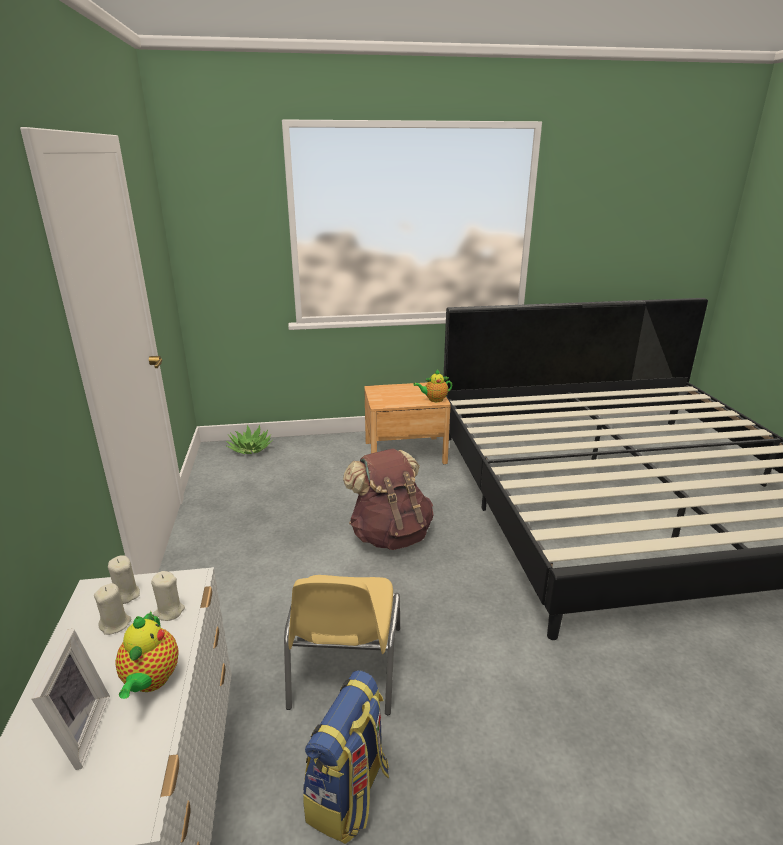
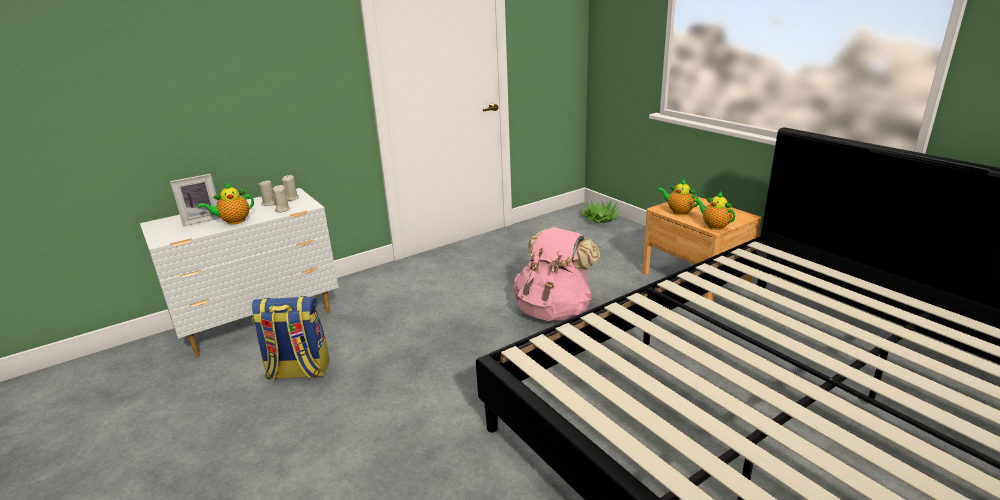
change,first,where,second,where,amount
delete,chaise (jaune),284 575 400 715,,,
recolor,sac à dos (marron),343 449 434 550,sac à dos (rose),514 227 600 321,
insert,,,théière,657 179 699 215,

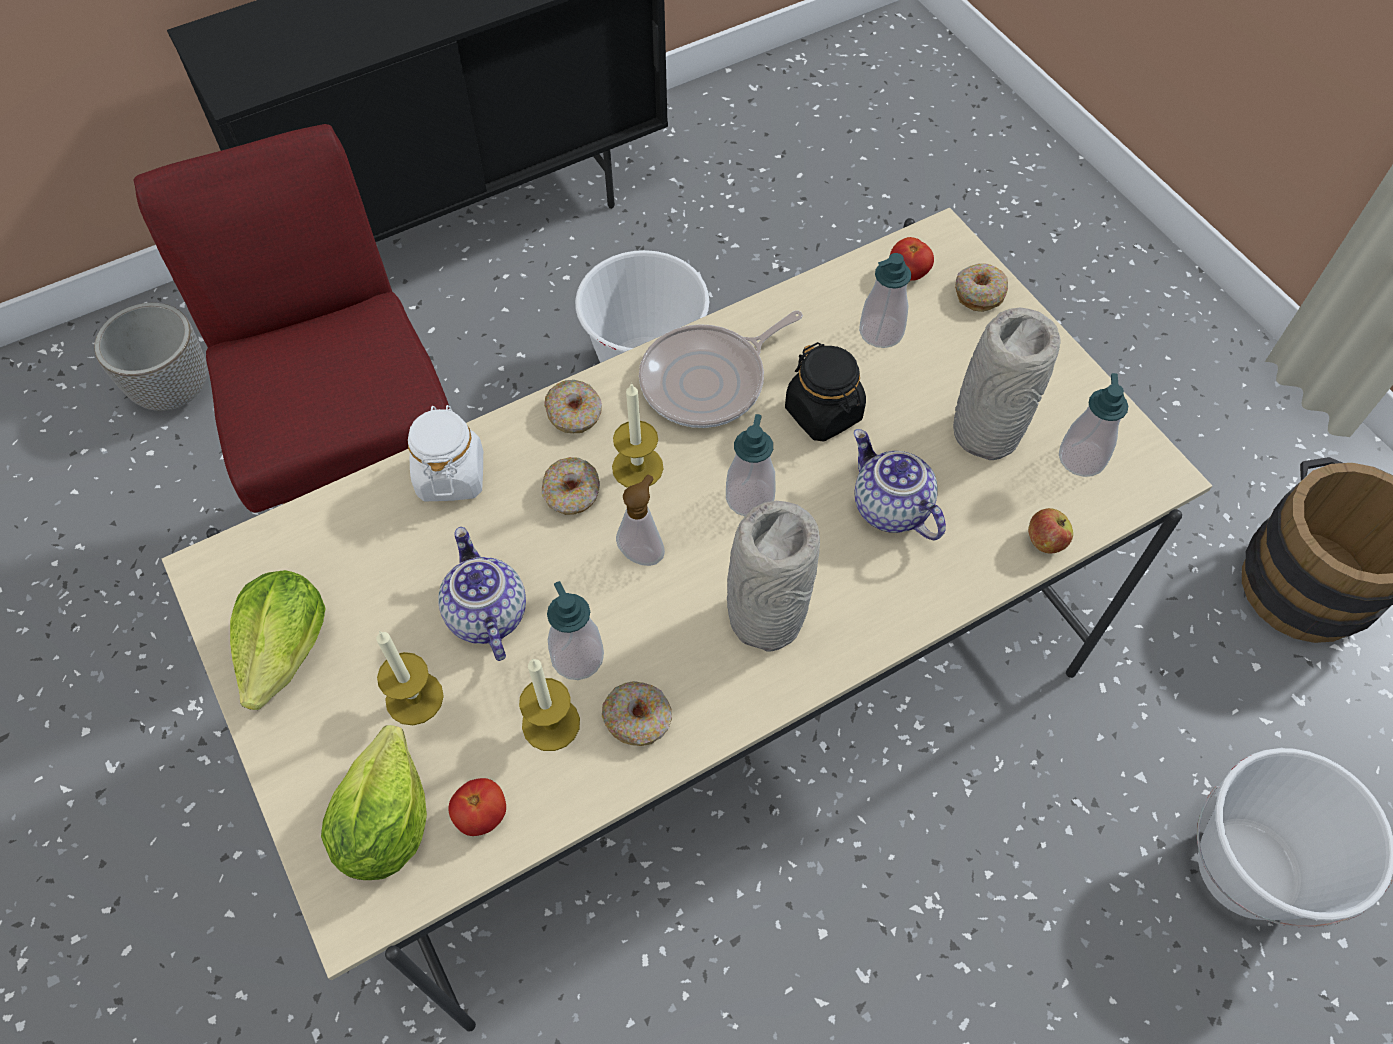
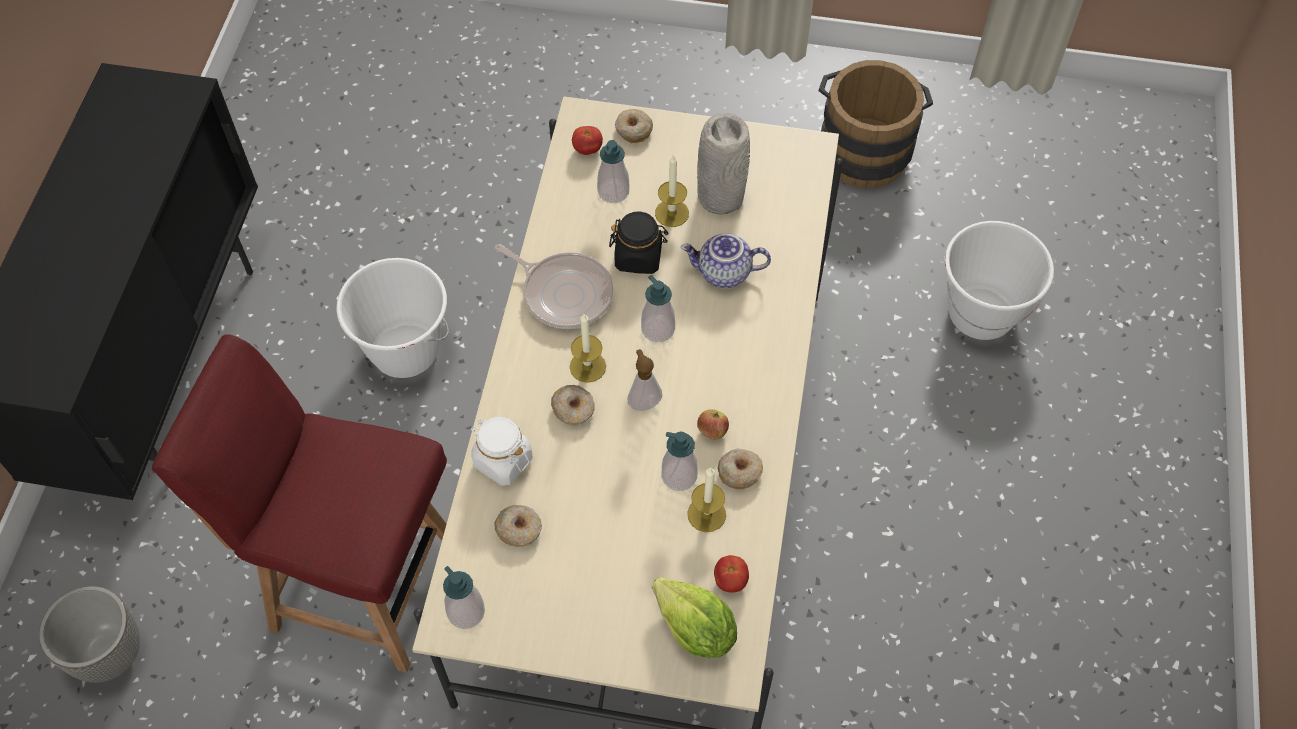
change,first,where,second,where,amount
delete,laitue,230 570 326 710,,,
move,bougie,376 631 444 725,,655 154 689 227,
delete,théière,438 527 526 661,,,
move,beignet,544 380 602 433,,494 505 542 547,
rotate,poêle,639 311 803 428,,494 244 613 329,60 degrees counterclockwise
delete,vase (gris),727 501 820 652,,,
move,pomme,1028 508 1073 554,,697 409 729 440,
move,distributeur de savon,1059 373 1128 477,,443 566 485 629,

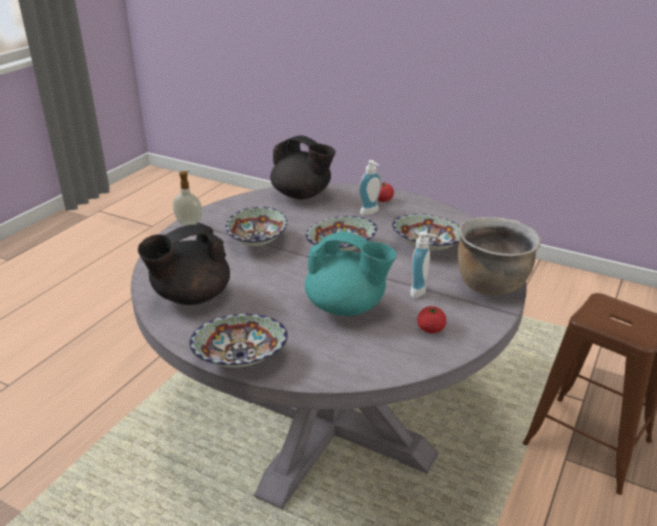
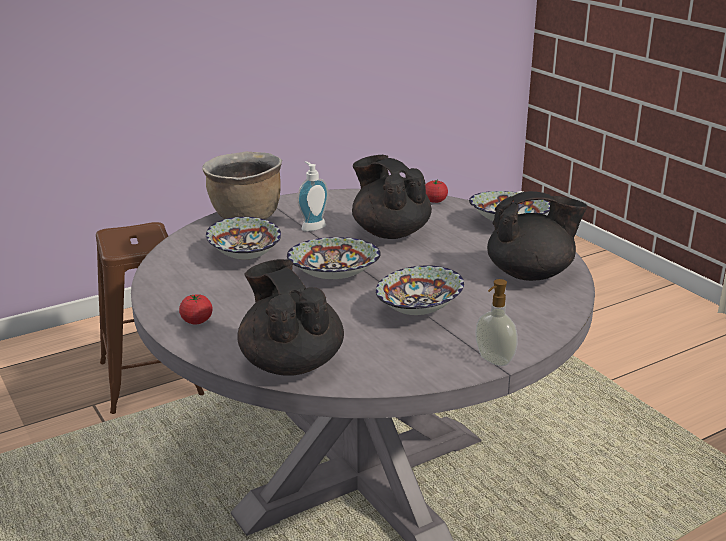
change,first,where,second,where,amount
recolor,théière (turquoise),305 232 396 316,théière (noir),352 155 432 239,
delete,distributeur de savon,359 160 382 215,,,
move,tomate,417 306 447 334,,425 179 448 203,

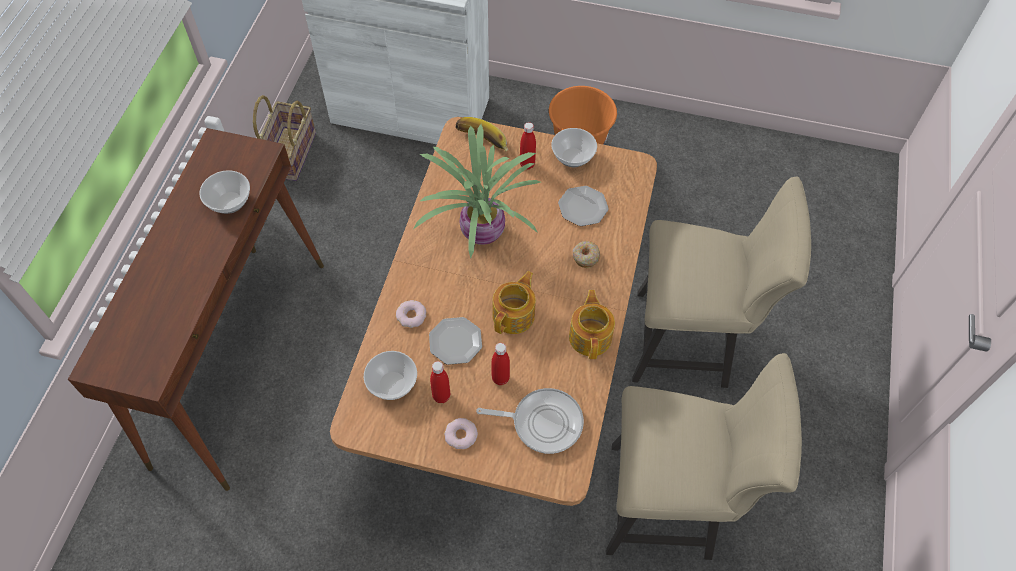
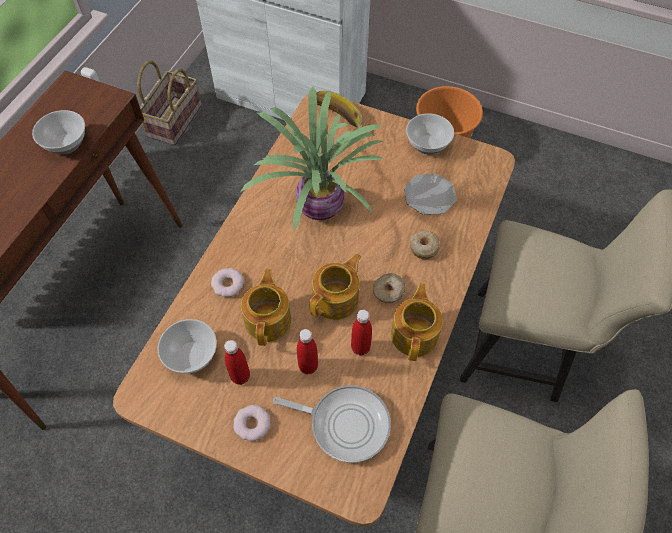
change,first,where,second,where,amount
replace,assiette,429 317 482 365,théière,241 269 291 346,
move,bouteille (rouge),520 122 536 169,,351 309 372 356,
insert,,,beignet,373 273 406 303,

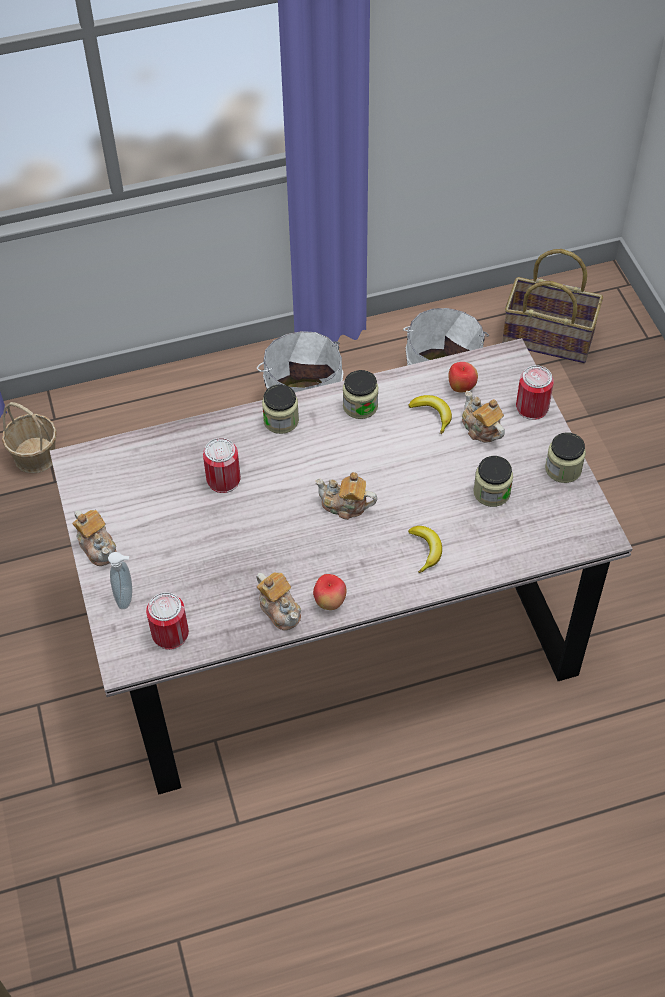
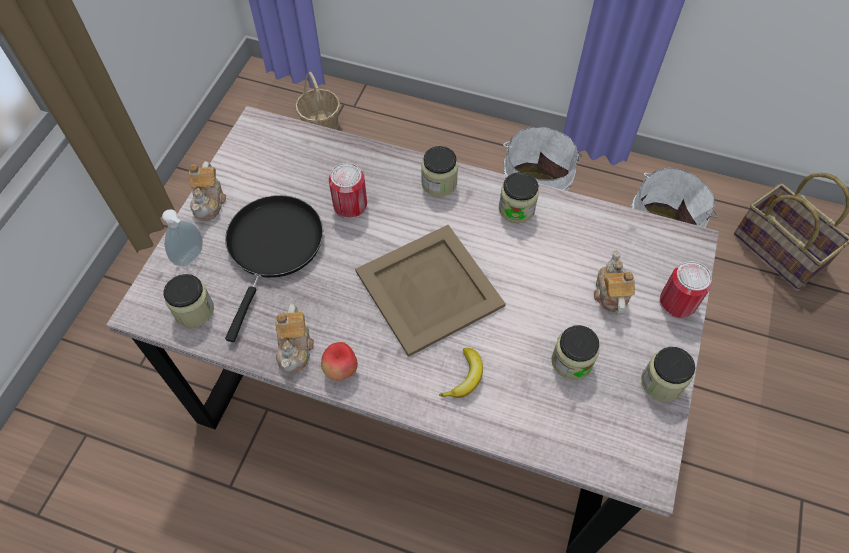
change,first,where,second,where,amount
replace,boîte métallique,146 592 189 650,bocal,164 274 214 328,
replace,théière,315 472 377 520,plateau (beige),355 225 506 357,
delete,banane,409 395 452 434,,,
delete,pomme,448 362 478 392,,,
insert,,,poêle (noir),225 195 323 342,

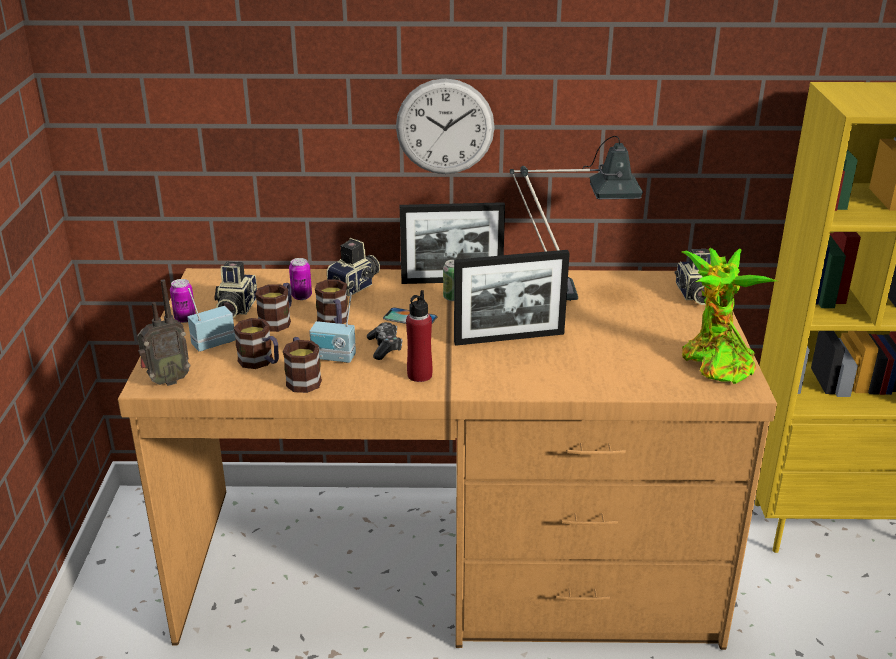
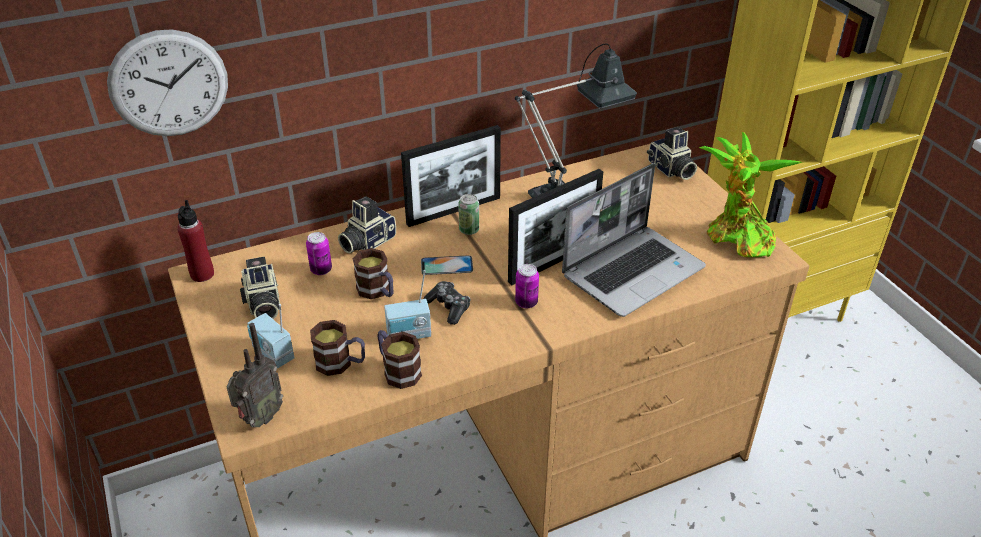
change,first,where,second,where,amount
move,boîte métallique,170 279 196 323,,515 264 539 308,
rotate,radio,188 288 236 351,,247 304 295 368,75 degrees counterclockwise
delete,mug,255 283 292 332,,,
rotate,appareil photo,327 238 380 296,,338 196 396 253,150 degrees counterclockwise
move,horloge murale,396 78 495 174,,107 29 228 136,
move,bouteille (rouge),406 290 432 382,,177 200 214 282,
insert,,,ordinateur portable,562 163 706 317,

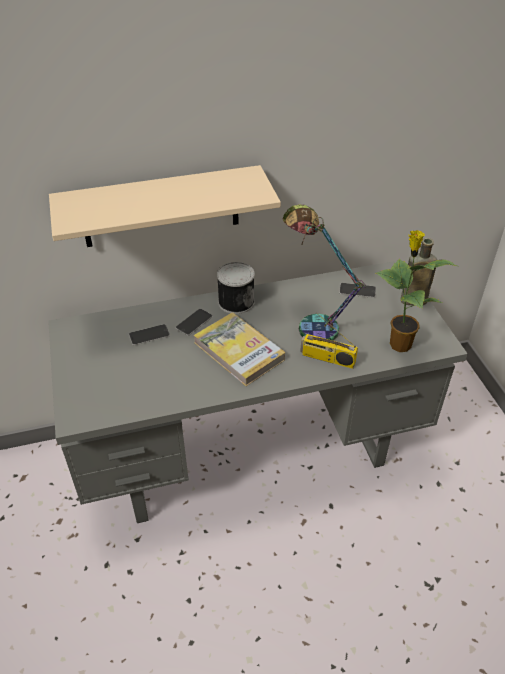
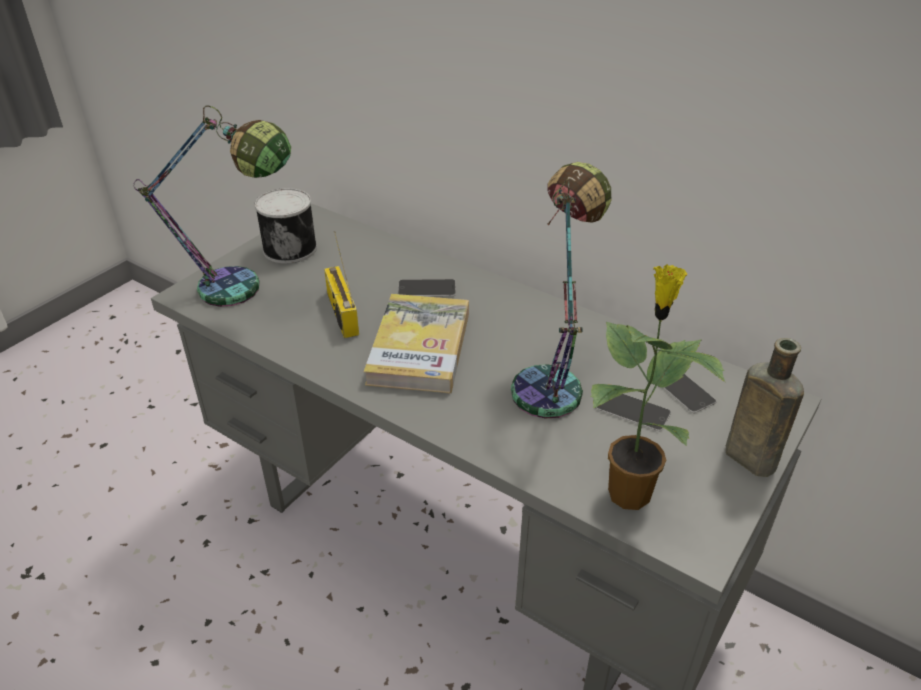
change,first,where,second,where,amount
delete,étagère (beige),49 165 281 247,,,
move,téléphone,129 324 170 345,,596 394 671 431,
move,boîte métallique,217 262 255 314,,255 188 317 264,
move,radio,300 313 358 369,,324 231 359 338,
insert,,,lampe de table,133 106 291 307,

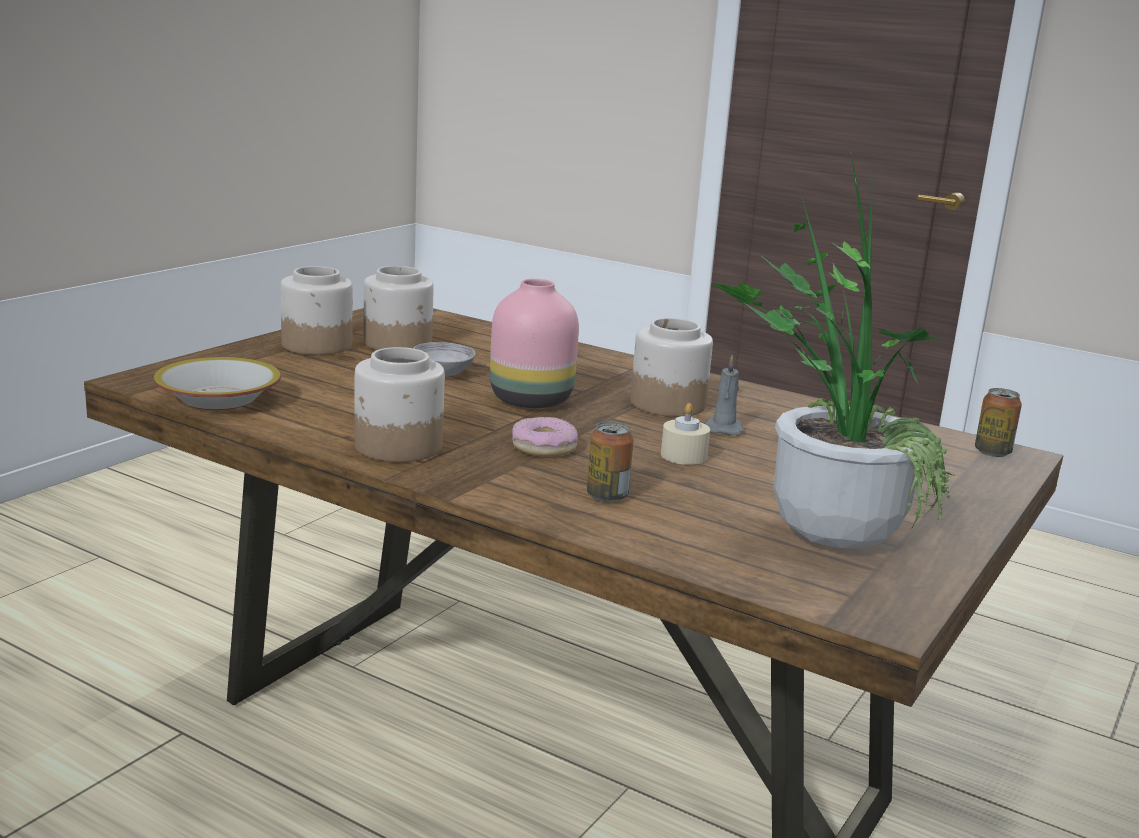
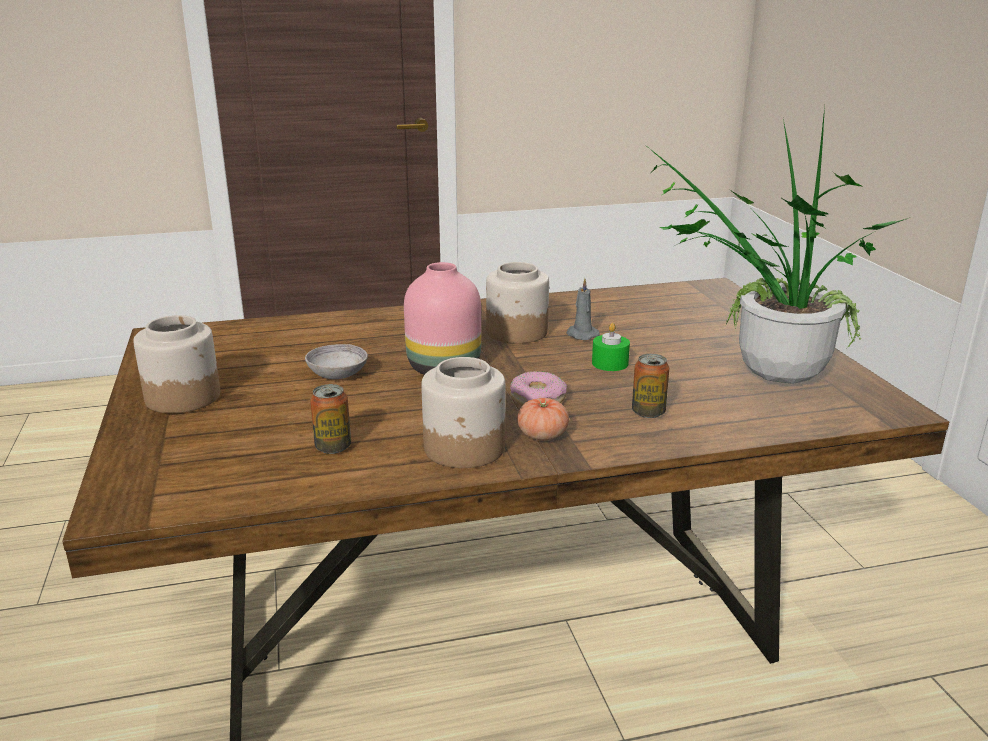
change,first,where,second,where,amount
delete,bol,153 357 281 410,,,
delete,bocal,364 266 434 350,,,
recolor,bougie (beige),661 403 710 465,bougie (vert),592 323 630 371,
move,boîte métallique,975 388 1022 457,,310 384 351 454,
insert,,,tomate,517 398 569 440,

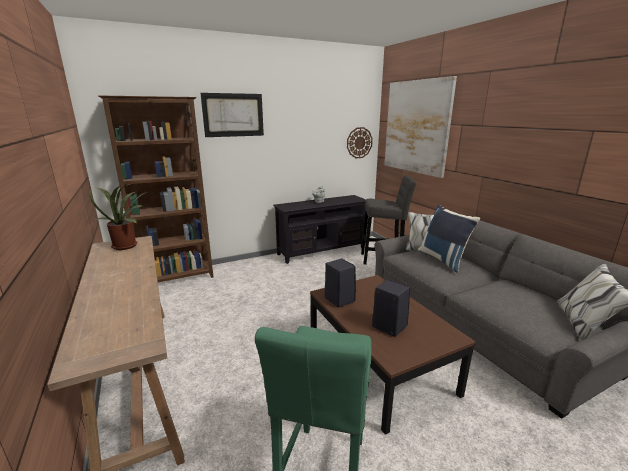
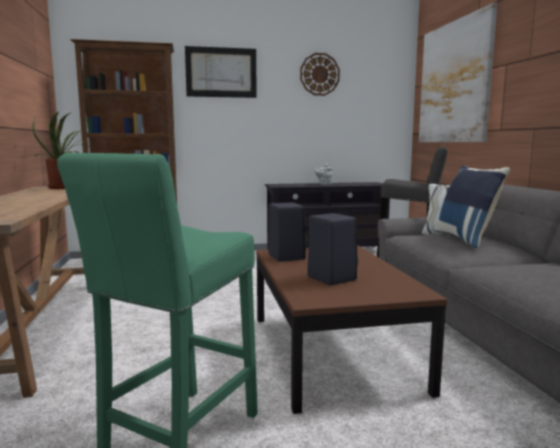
change,first,where,second,where,amount
move,horloge murale,347 127 373 158,,300 53 340 96,

